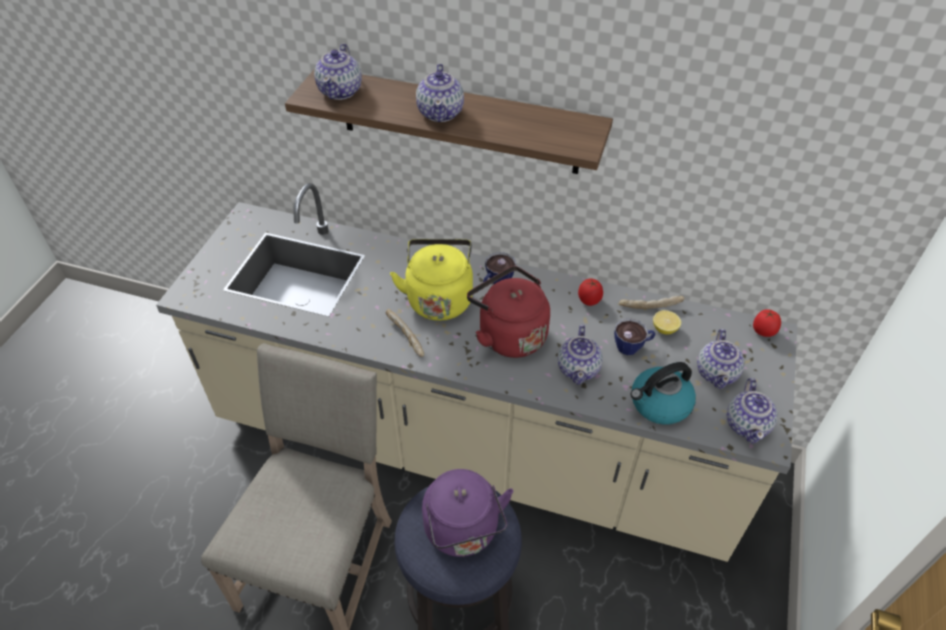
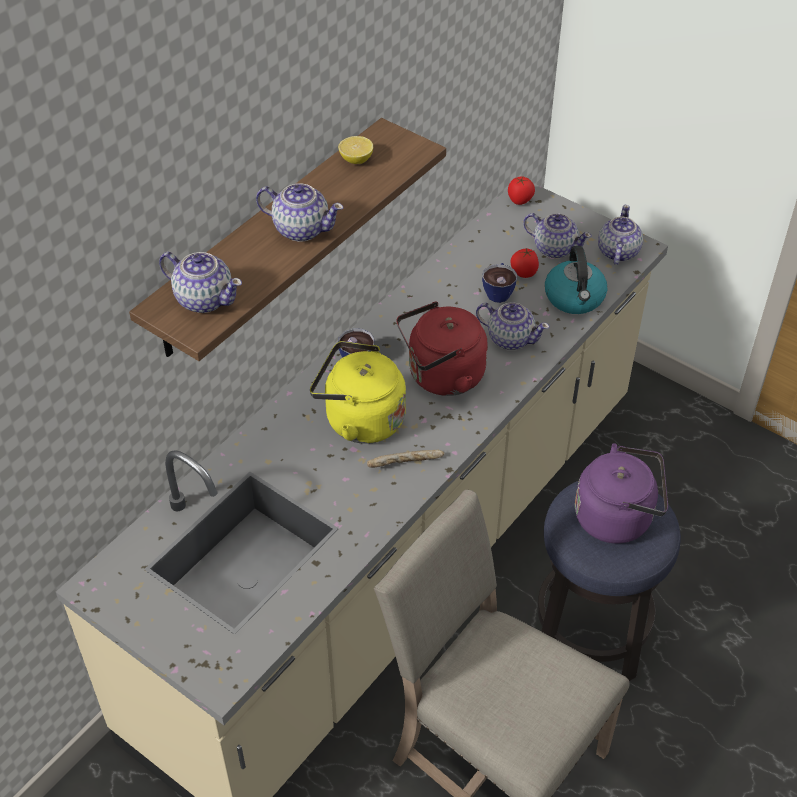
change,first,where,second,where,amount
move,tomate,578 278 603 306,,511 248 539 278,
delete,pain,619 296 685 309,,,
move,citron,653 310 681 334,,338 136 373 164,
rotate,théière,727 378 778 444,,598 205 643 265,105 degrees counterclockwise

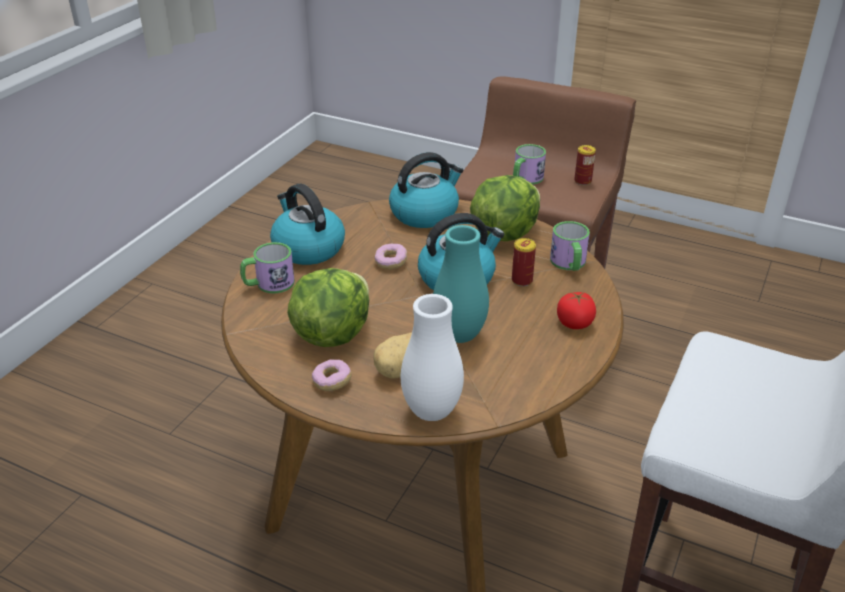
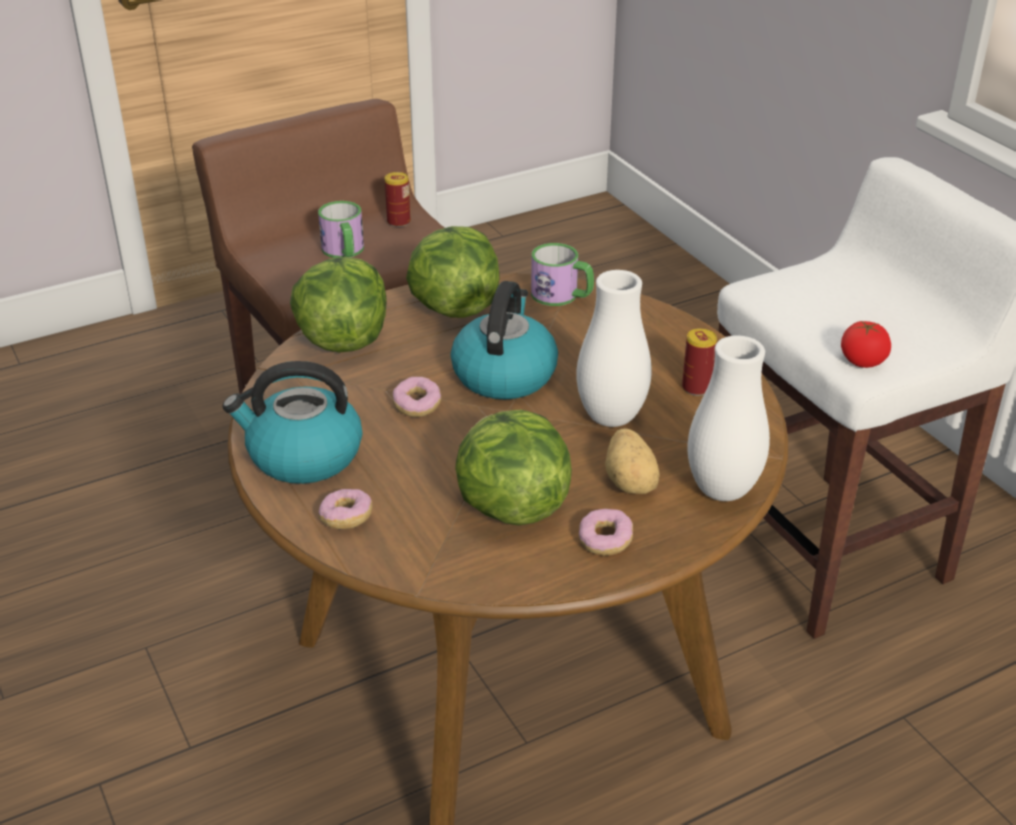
change,first,where,second,where,amount
replace,mug,240 242 295 293,beignet,318 489 372 529,
replace,bouilloire,389 152 463 228,laitue,290 257 387 353,
recolor,vase (turquoise),433 225 489 343,vase (blanc),576 270 652 427,
move,boîte métallique,512 238 536 287,,682 329 717 396,
move,tomate,557 292 596 329,,841 321 891 368,

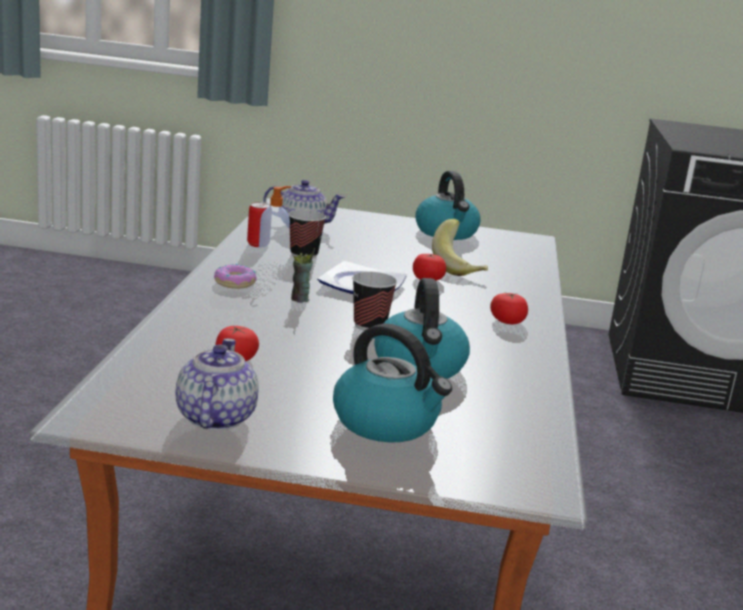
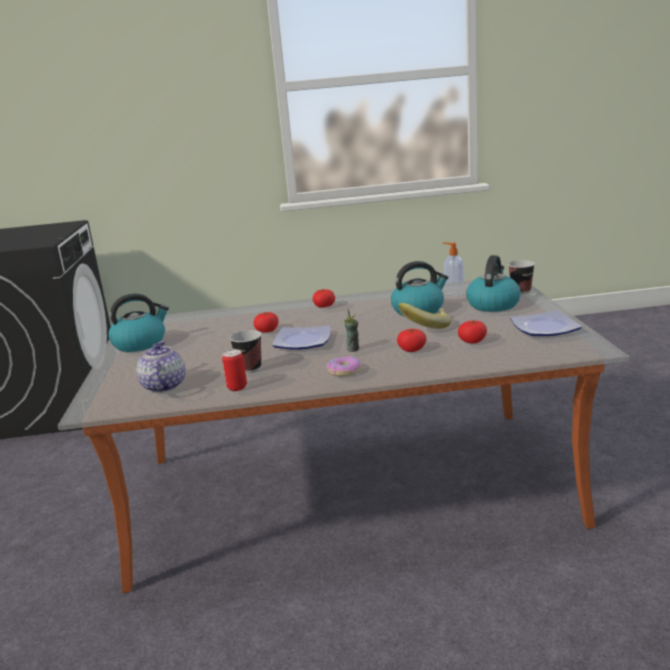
change,first,where,second,where,amount
replace,théière,176 338 259 431,assiette,510 311 582 336,
move,distributeur de savon,258 186 291 269,,443 242 464 297,
move,tasse,352 272 397 331,,508 260 535 294,
move,banane,432 219 488 276,,398 303 451 329,
insert,,,tomate,397 329 427 352,

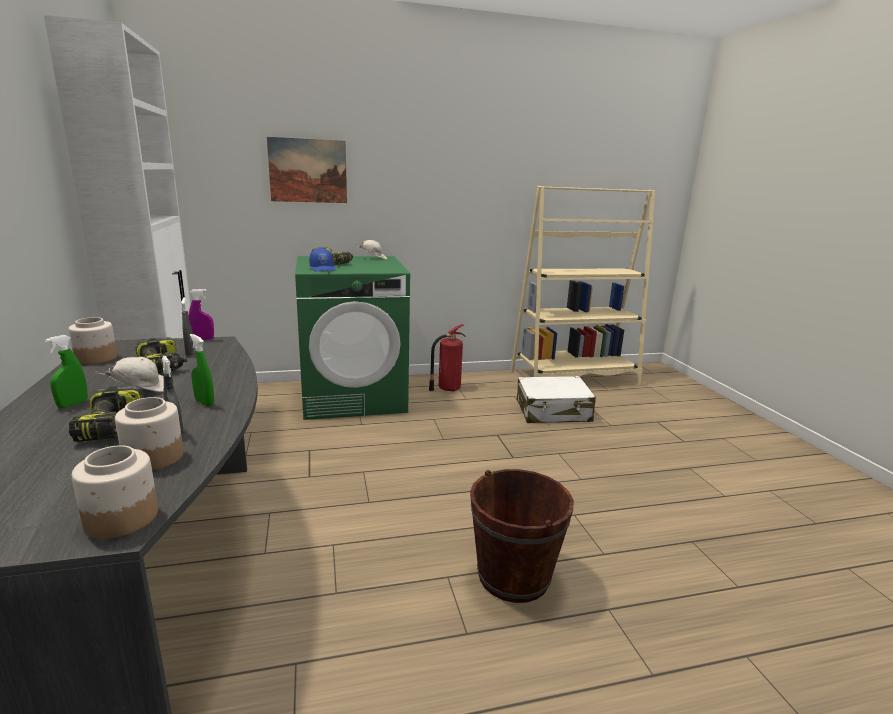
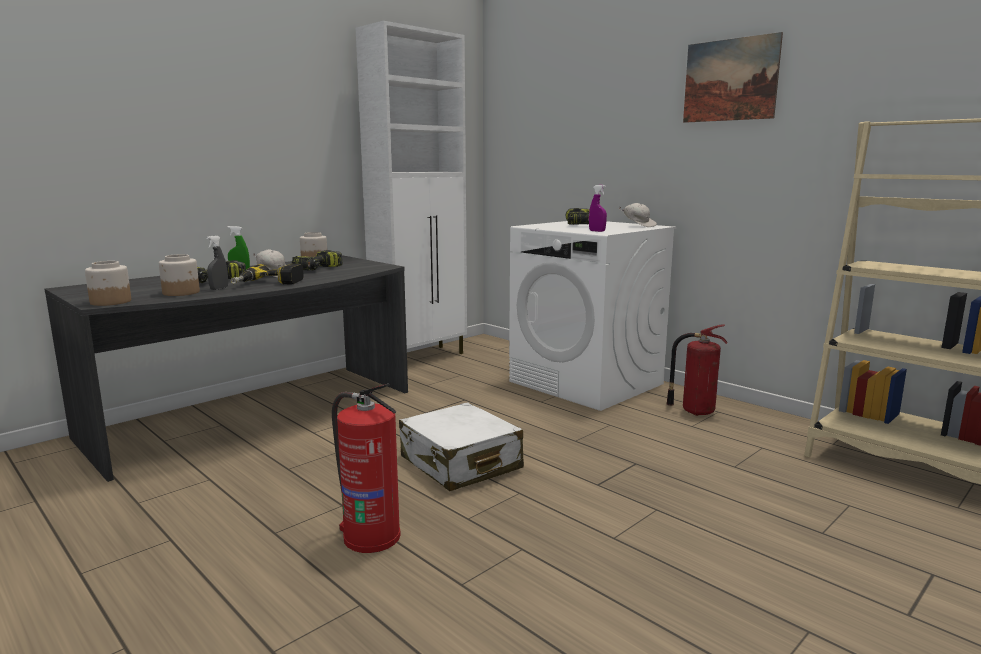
change,first,where,second,where,amount
delete,vaporisateur (gris),181 297 195 356,,,
move,vaporisateur (violet),188 289 214 340,,589 185 607 232,
replace,vaporisateur (vert),190 334 214 406,perceuse,231 264 304 285,
move,tableau,267 137 347 203,,683 32 783 123,
recolor,lave-linge (vert),295 256 410 420,lave-linge (blanc),509 221 676 411,
delete,casquette (bleu),309 248 336 271,,,
replace,seau (marron),470 469 574 603,extincteur,332 384 401 553,
move,valise (blanc),517 376 596 423,,399 402 524 491,

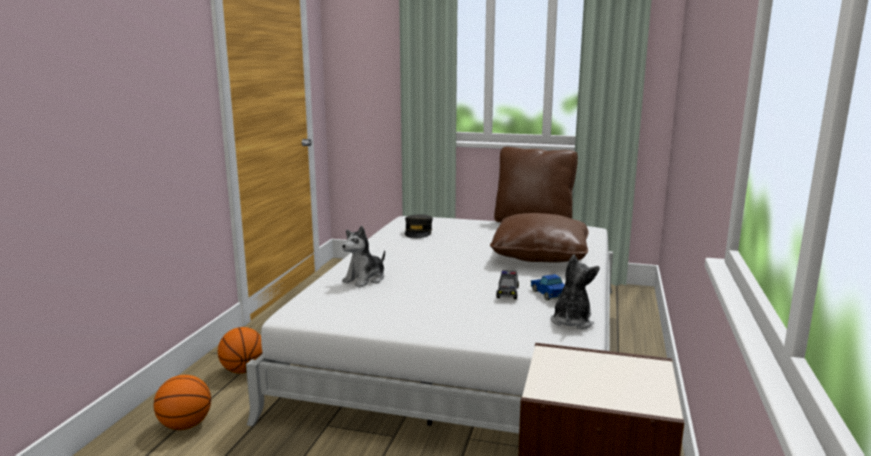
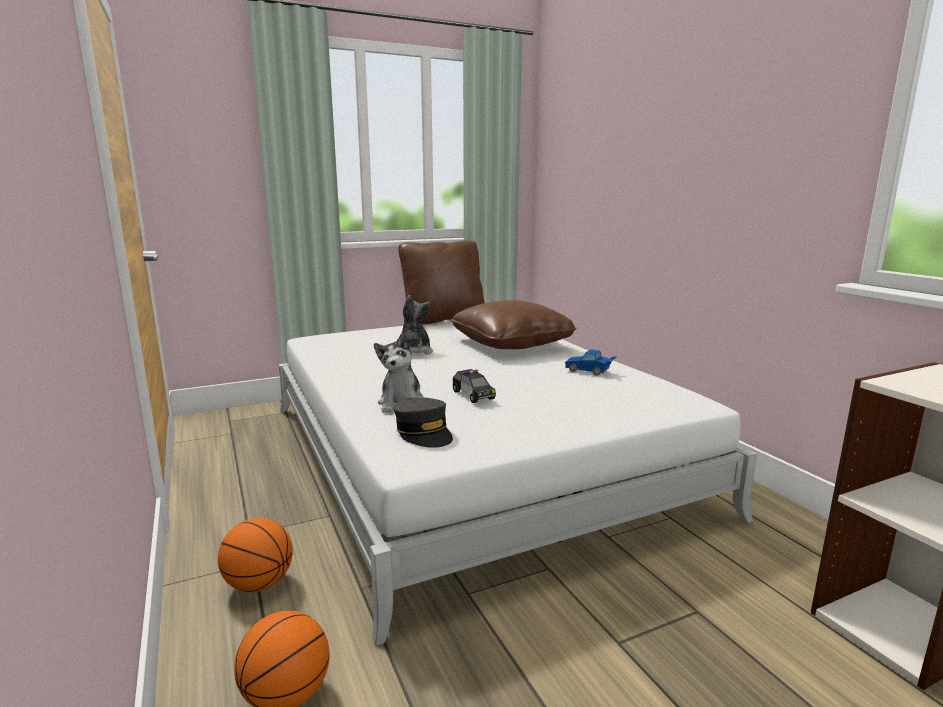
change,first,where,second,where,amount
move,casquette (gris),405 214 433 238,,394 397 453 448,
move,petite voiture,496 270 519 299,,453 369 496 403,
move,peluche,551 254 599 329,,402 295 433 355,

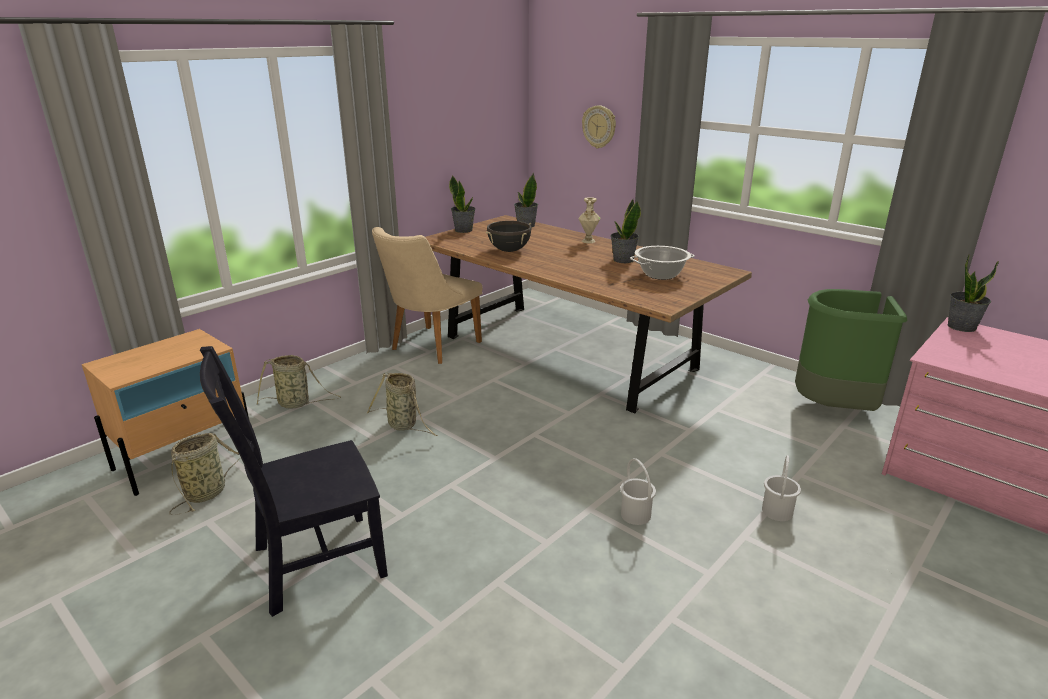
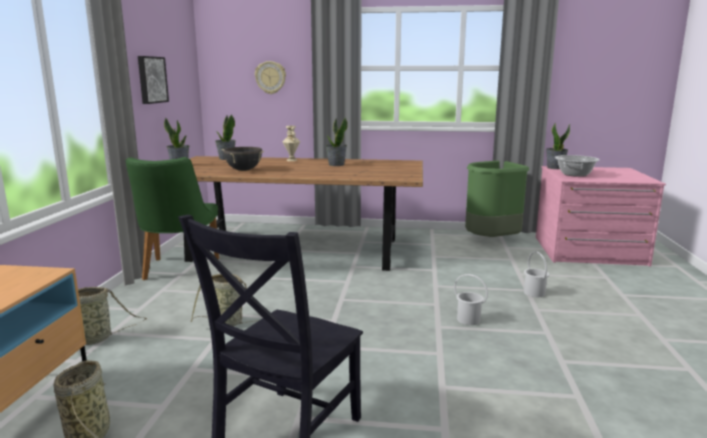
change,first,where,second,where,amount
recolor,chaise (beige),372 227 482 364,chaise (vert),126 157 219 280,
move,marmite,630 246 695 280,,555 155 600 177,
insert,,,tableau,138 56 169 104,

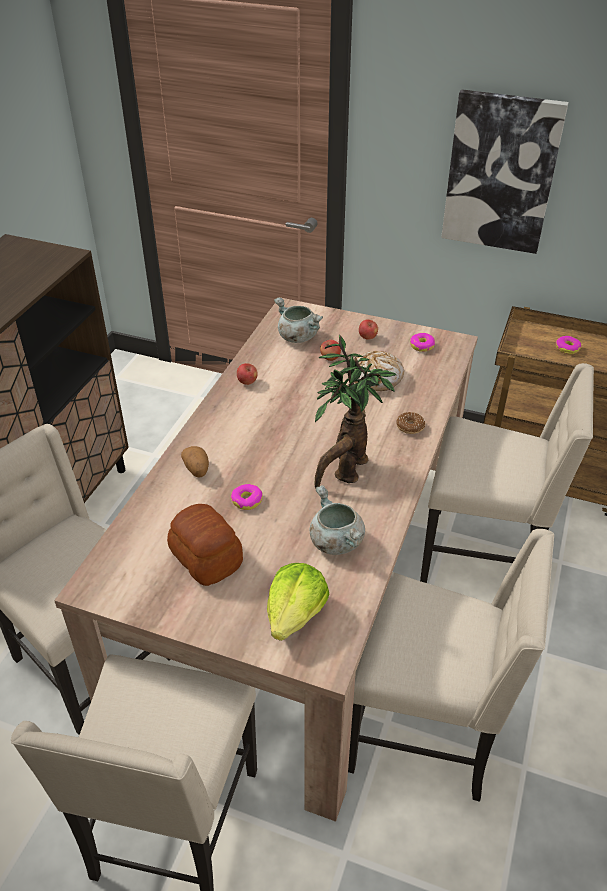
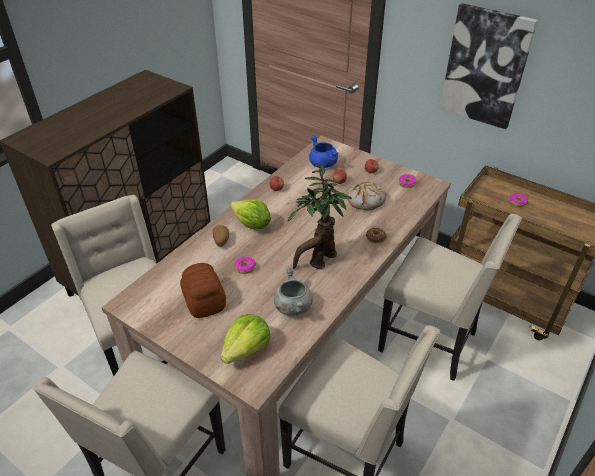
change,first,where,second,where,amount
recolor,marmite (gris),274 298 323 343,marmite (bleu),309 135 339 168,
insert,,,laitue,230 199 271 230,

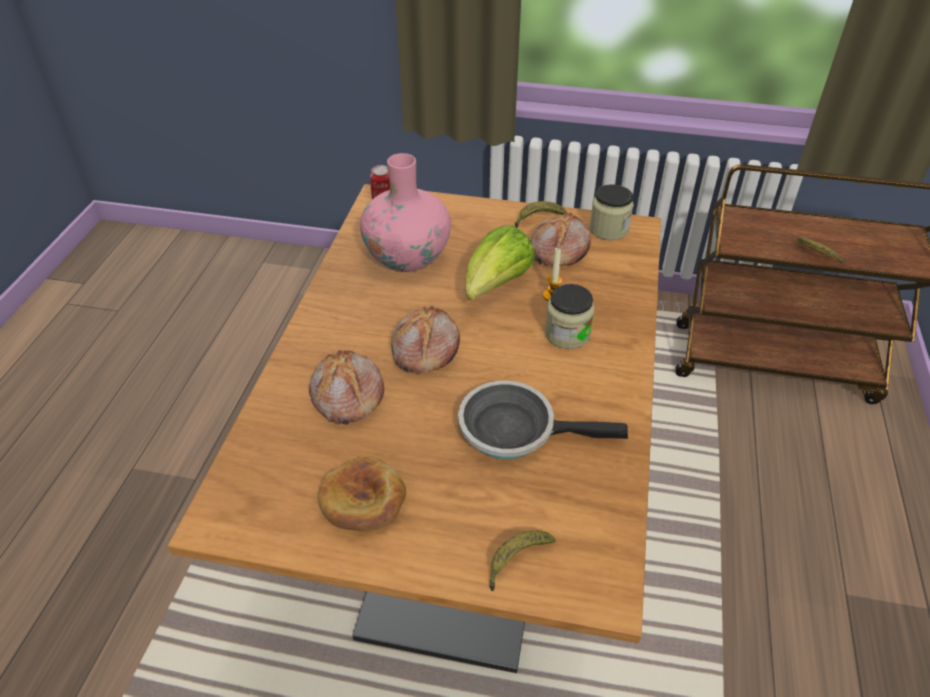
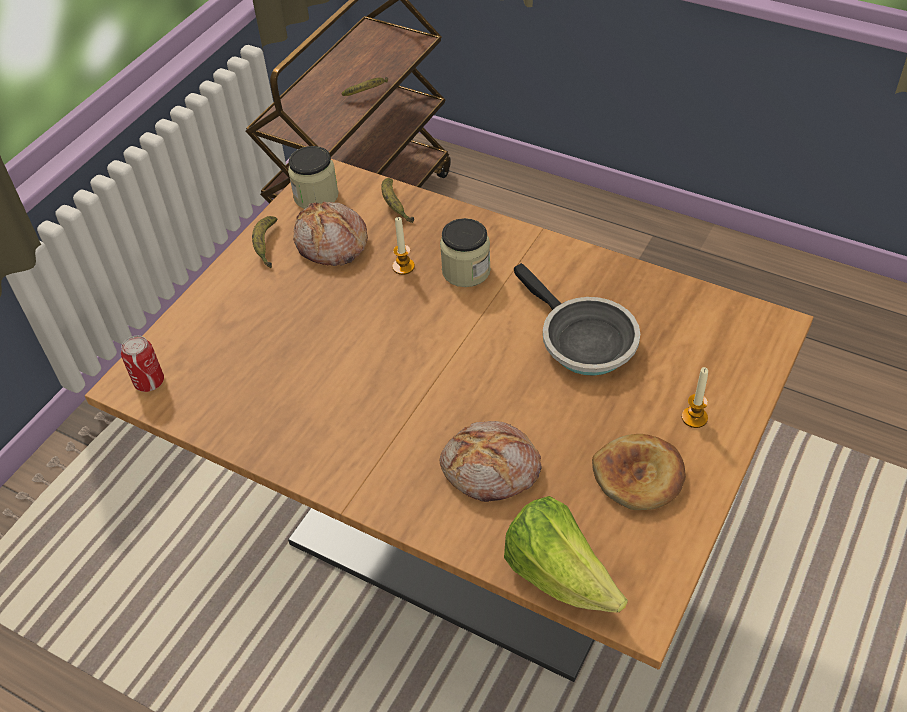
change,first,where,second,where,amount
delete,vase (rose),360 153 451 272,,,
delete,pain,391 306 460 373,,,
rotate,poêle,458 381 628 459,,514 263 640 376,60 degrees counterclockwise
move,laitue,466 225 535 300,,504 496 628 613,
move,banane,489 530 555 591,,381 178 414 223,
insert,,,bougie,682 367 708 428,

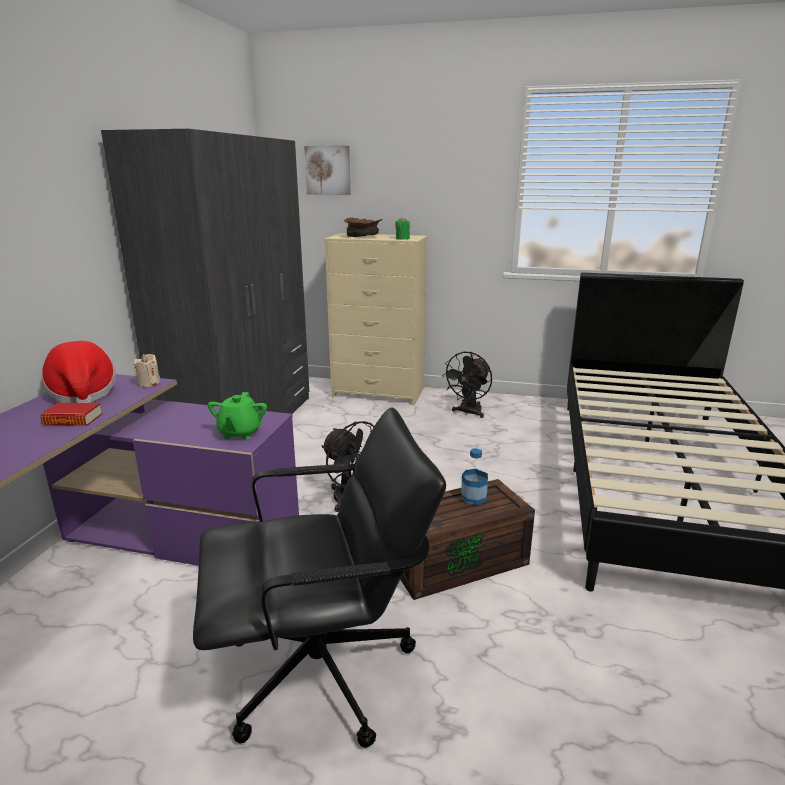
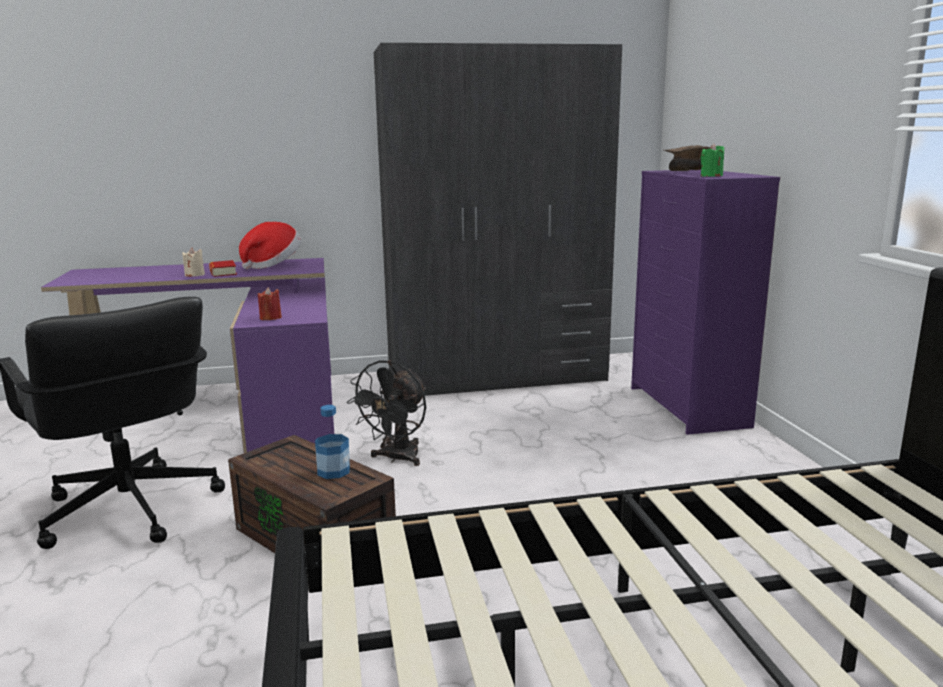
change,first,where,second,where,amount
move,bougie (beige),134 354 160 387,,182 247 205 277,
replace,théière (vert),208 392 267 439,bougie (rouge),258 287 282 320,
delete,tableau,304 146 351 195,,,
recolor,commode (beige),324 233 428 405,commode (violet),631 170 780 435,
delete,ventilateur (noir),442 352 492 418,,,

